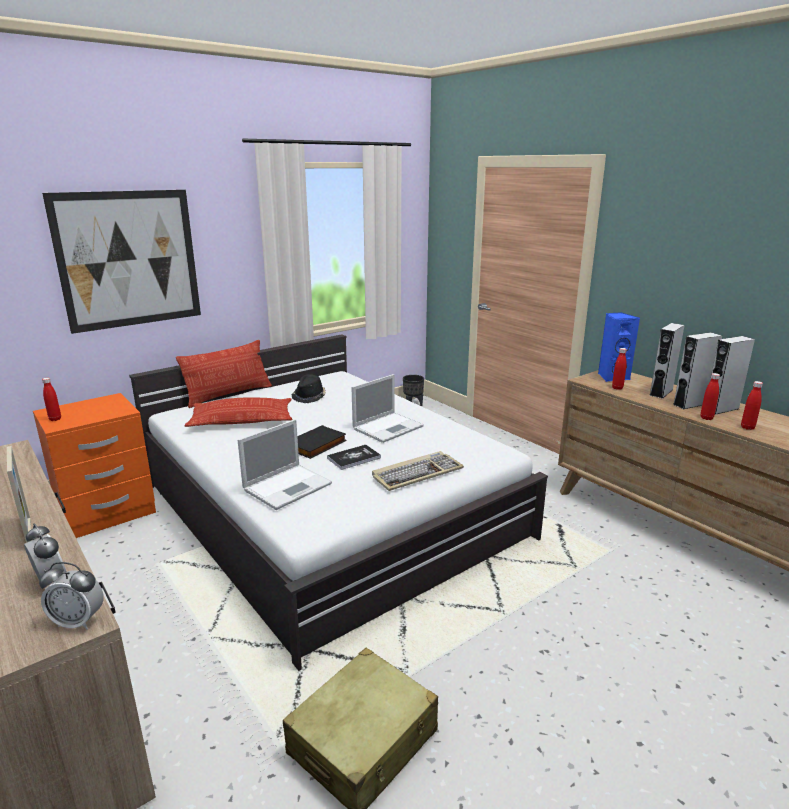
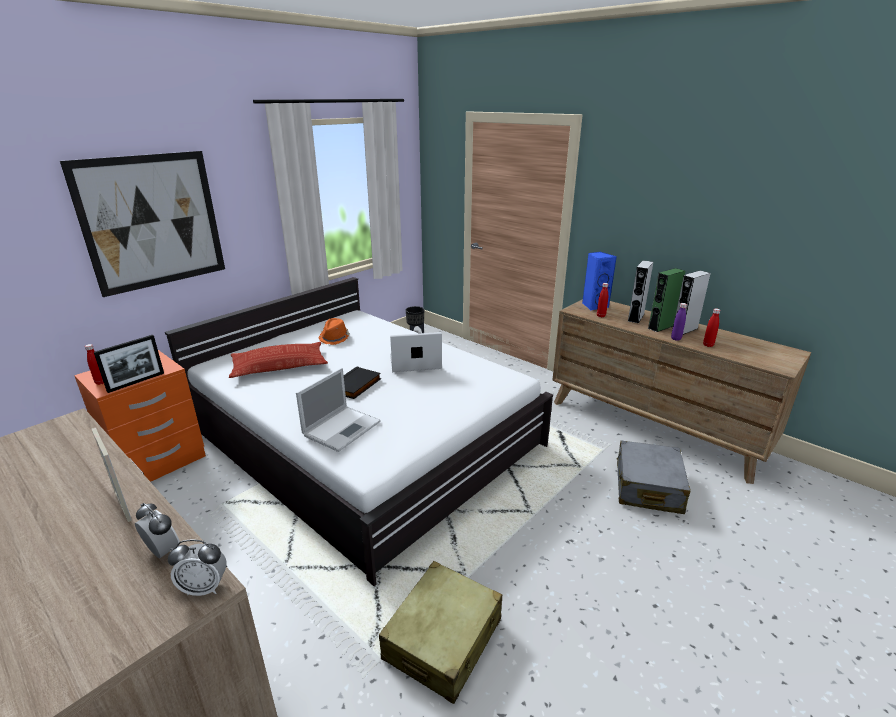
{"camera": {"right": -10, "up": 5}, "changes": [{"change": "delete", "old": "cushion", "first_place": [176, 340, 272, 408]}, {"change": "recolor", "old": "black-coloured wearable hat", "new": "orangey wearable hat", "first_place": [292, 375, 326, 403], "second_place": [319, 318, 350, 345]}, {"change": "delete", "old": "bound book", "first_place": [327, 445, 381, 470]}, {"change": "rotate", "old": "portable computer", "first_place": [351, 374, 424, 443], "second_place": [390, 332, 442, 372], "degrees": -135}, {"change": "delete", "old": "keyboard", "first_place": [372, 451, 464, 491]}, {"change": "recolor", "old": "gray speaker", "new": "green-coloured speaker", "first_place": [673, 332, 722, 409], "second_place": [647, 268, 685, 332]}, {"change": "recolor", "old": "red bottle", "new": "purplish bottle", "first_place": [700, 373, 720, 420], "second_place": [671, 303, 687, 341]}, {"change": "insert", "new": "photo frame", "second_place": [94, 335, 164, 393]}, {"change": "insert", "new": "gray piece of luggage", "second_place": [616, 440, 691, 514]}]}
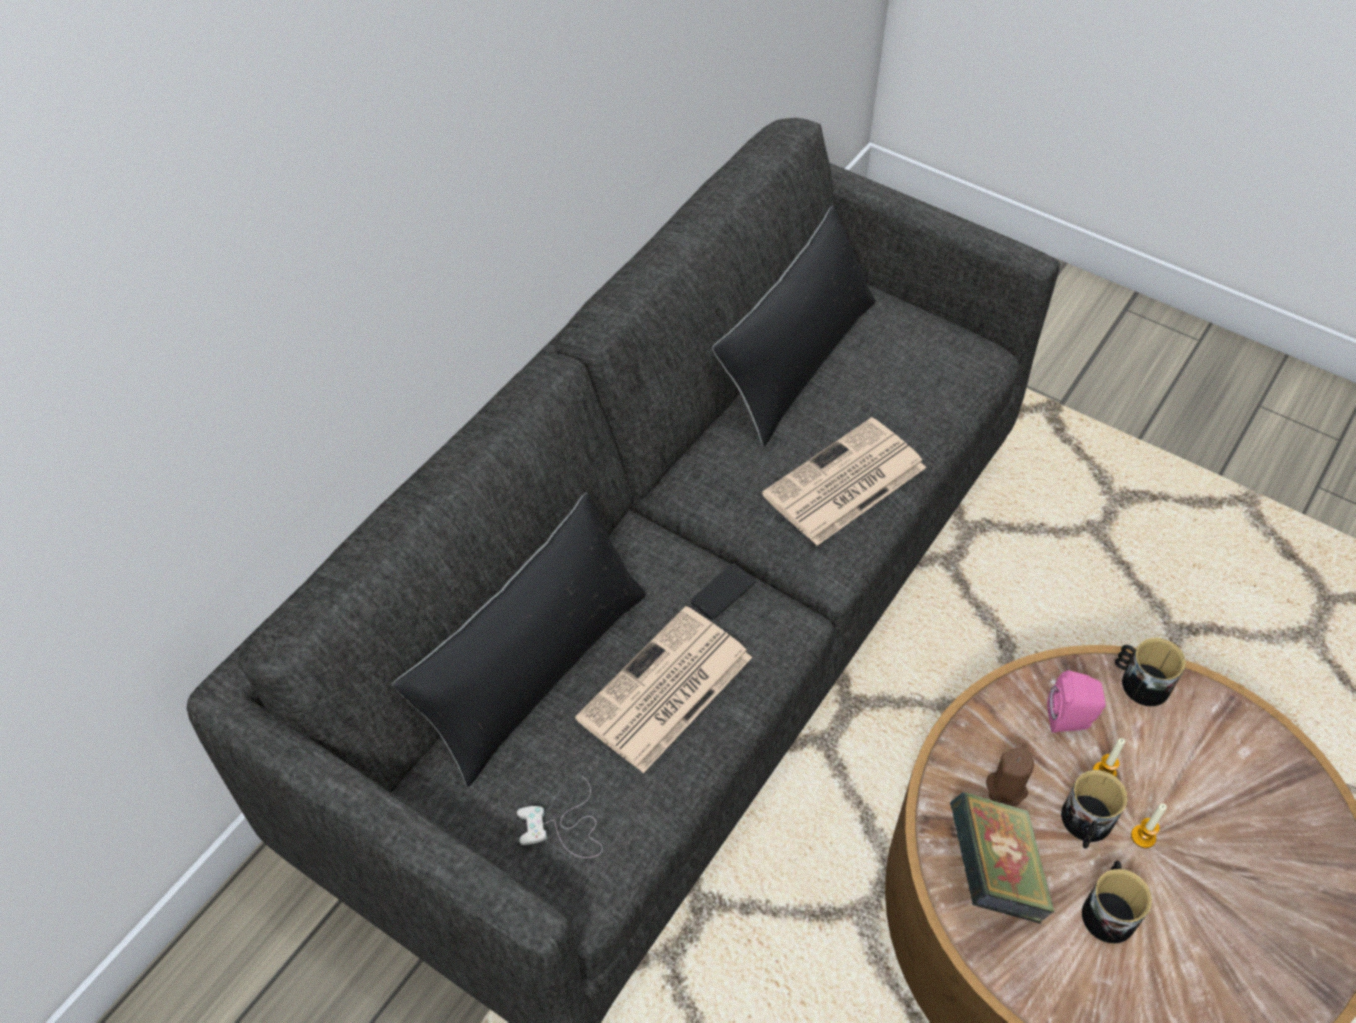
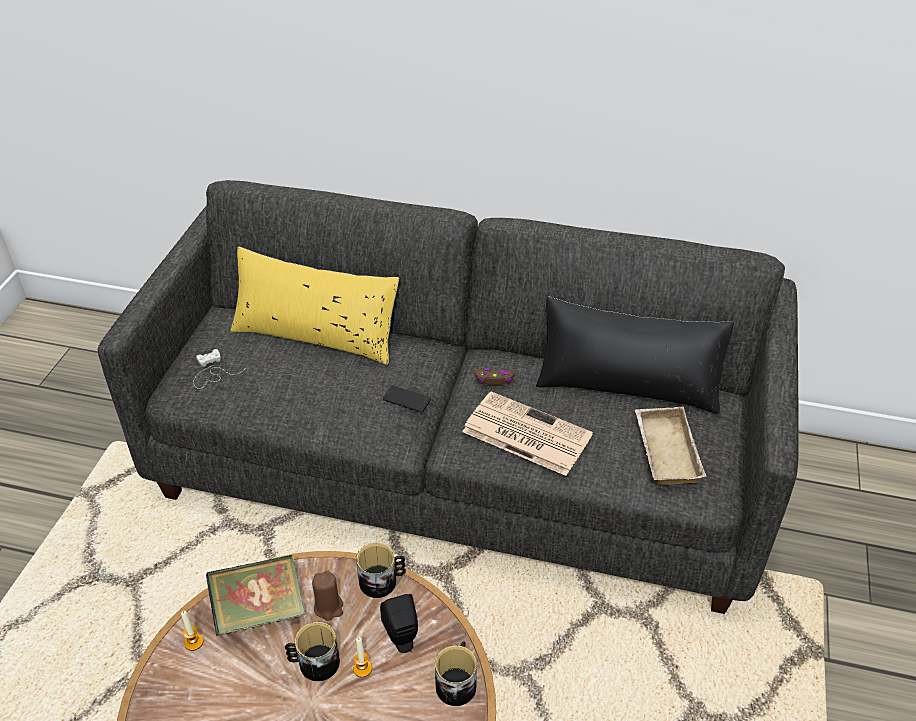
{"camera": {"right": 70, "up": -10}, "changes": [{"change": "recolor", "old": "black-coloured cushion", "new": "yellowish cushion", "first_place": [393, 492, 646, 787], "second_place": [230, 247, 399, 365]}, {"change": "delete", "old": "newspaper", "first_place": [575, 606, 752, 773]}, {"change": "recolor", "old": "pink-coloured speaker", "new": "black-coloured speaker", "first_place": [1047, 671, 1106, 733], "second_place": [380, 594, 418, 653]}, {"change": "move", "old": "coffee mug", "first_place": [1082, 860, 1152, 944], "second_place": [356, 542, 406, 598]}, {"change": "move", "old": "wax light", "first_place": [1131, 803, 1167, 848], "second_place": [181, 611, 203, 651]}, {"change": "insert", "new": "brownish joypad", "second_place": [474, 368, 515, 385]}, {"change": "insert", "new": "beige tray", "second_place": [635, 407, 706, 485]}]}
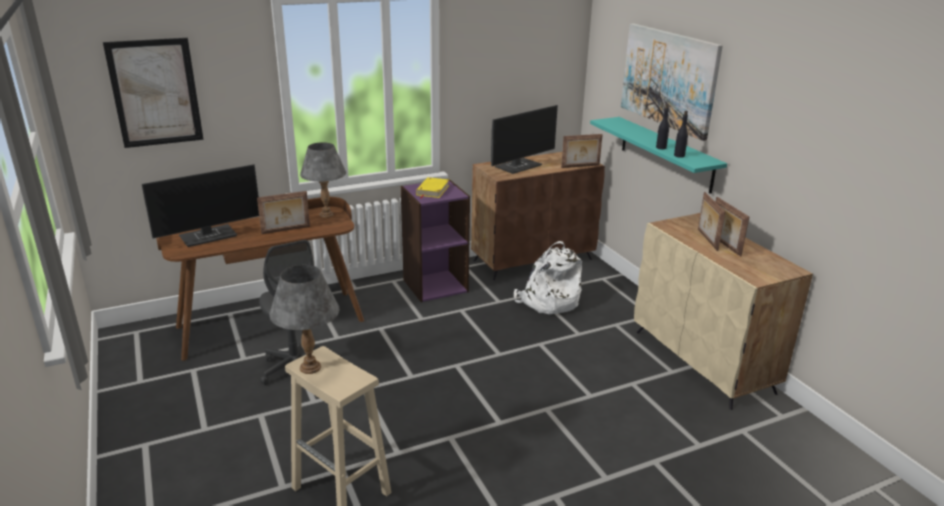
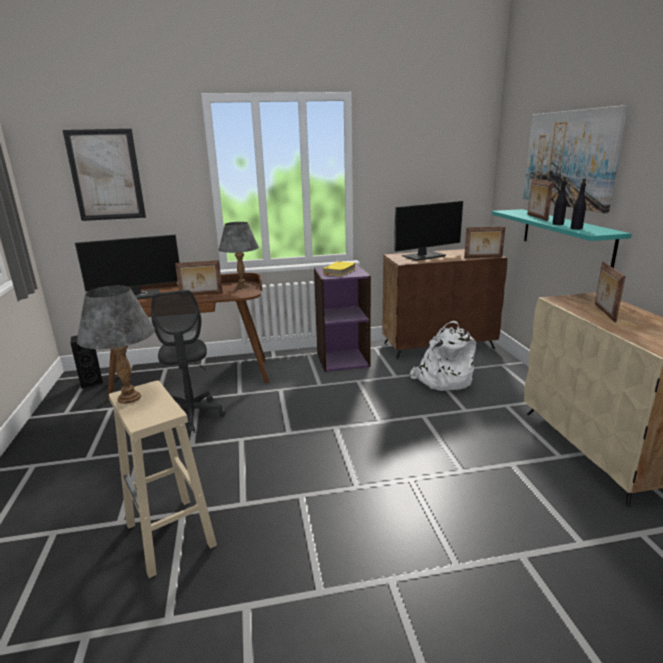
{"camera": {"right": 15, "up": -5}, "changes": [{"change": "move", "old": "photo frame", "first_place": [716, 197, 749, 256], "second_place": [527, 179, 553, 221]}, {"change": "insert", "new": "black-coloured speaker", "second_place": [70, 335, 103, 389]}]}
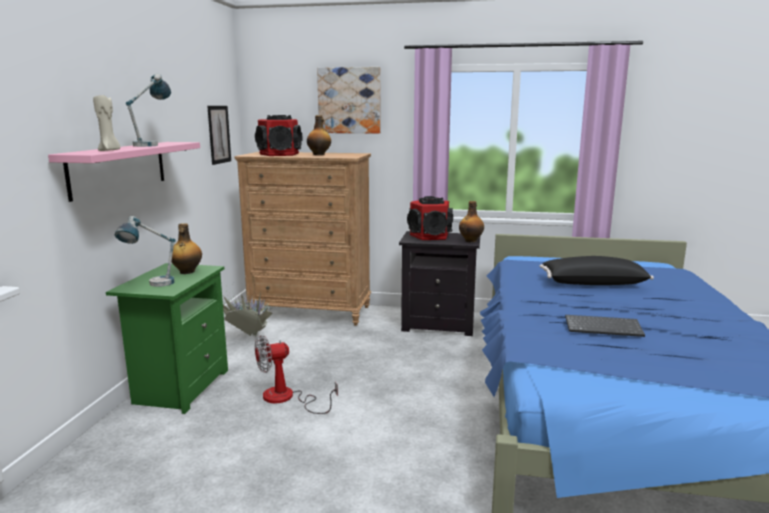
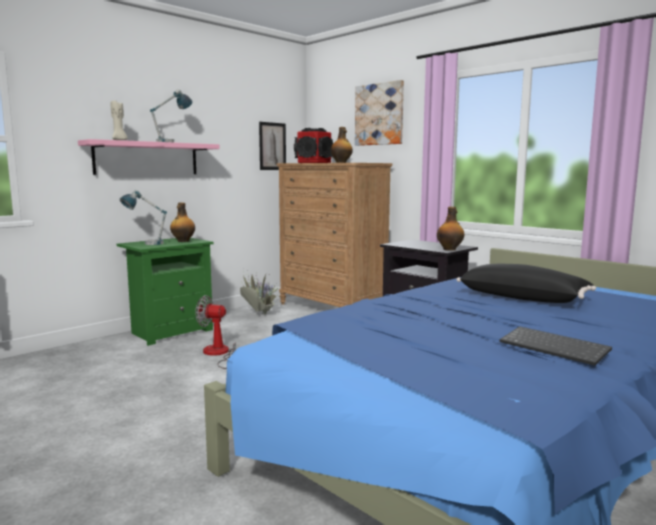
{"camera": {"right": 35, "up": -5}, "changes": [{"change": "delete", "old": "speaker", "first_place": [407, 196, 453, 240]}, {"change": "move", "old": "keyboard", "first_place": [565, 315, 645, 337], "second_place": [499, 326, 612, 366]}]}
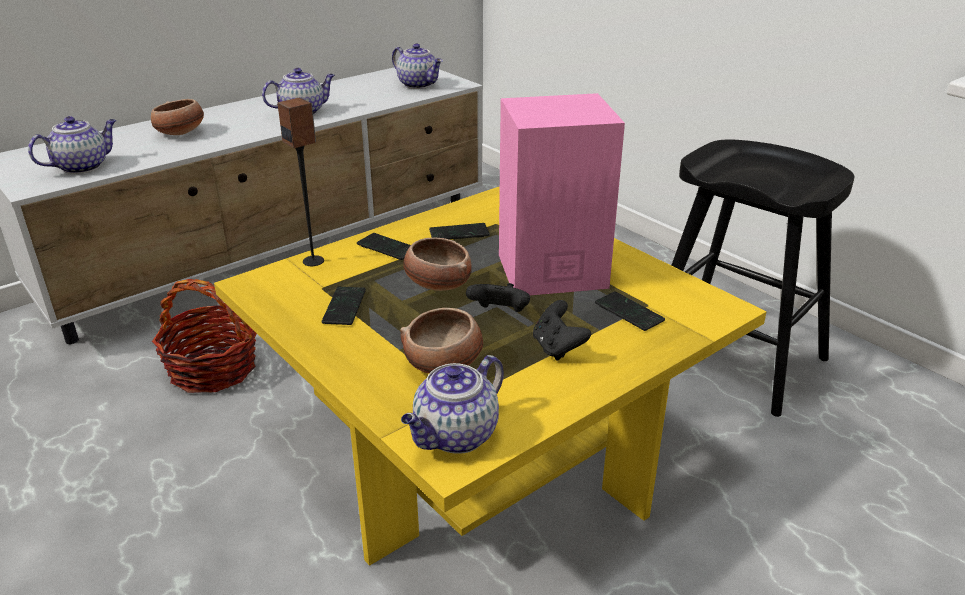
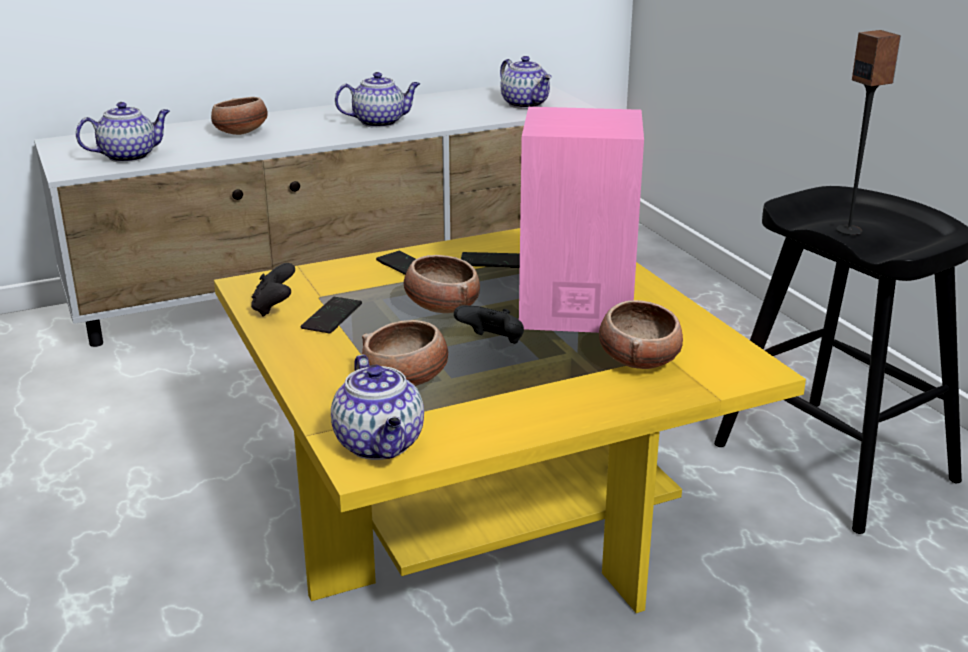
{"camera": {"right": 15, "up": -5}, "changes": [{"change": "delete", "old": "basket", "first_place": [152, 279, 257, 393]}, {"change": "move", "old": "speaker", "first_place": [277, 98, 324, 266], "second_place": [836, 30, 901, 235]}, {"change": "rotate", "old": "teapot", "first_place": [401, 355, 504, 454], "second_place": [331, 355, 424, 460], "degrees": -75}, {"change": "move", "old": "black-coloured joypad", "first_place": [533, 300, 591, 361], "second_place": [251, 263, 295, 317]}, {"change": "replace", "old": "phone", "new": "bowl", "first_place": [595, 291, 665, 331], "second_place": [599, 300, 683, 369]}]}
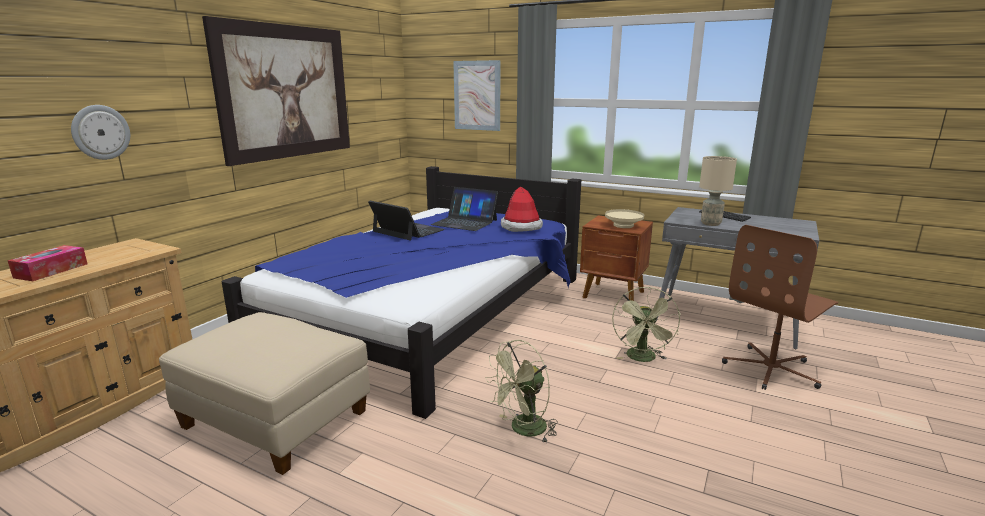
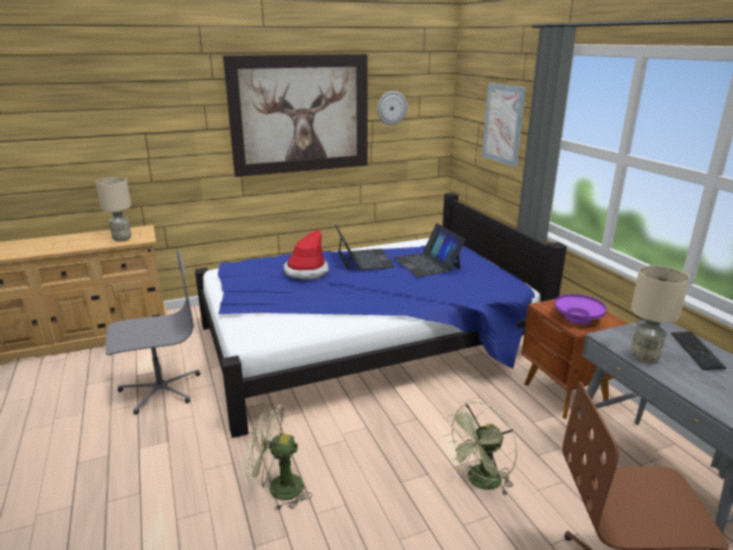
{"camera": {"right": 40, "up": 5}, "changes": [{"change": "delete", "old": "tissue box", "first_place": [8, 245, 87, 281]}, {"change": "move", "old": "wall clock", "first_place": [71, 105, 130, 160], "second_place": [377, 91, 407, 125]}, {"change": "replace", "old": "beige ottoman", "new": "gray office chair", "first_place": [159, 312, 370, 475], "second_place": [105, 249, 200, 415]}, {"change": "move", "old": "wearable hat", "first_place": [501, 186, 543, 232], "second_place": [284, 229, 329, 280]}, {"change": "recolor", "old": "beige bowl", "new": "purplish bowl", "first_place": [605, 209, 644, 228], "second_place": [554, 294, 607, 324]}, {"change": "insert", "new": "beige lamp for a table", "second_place": [95, 177, 131, 242]}]}
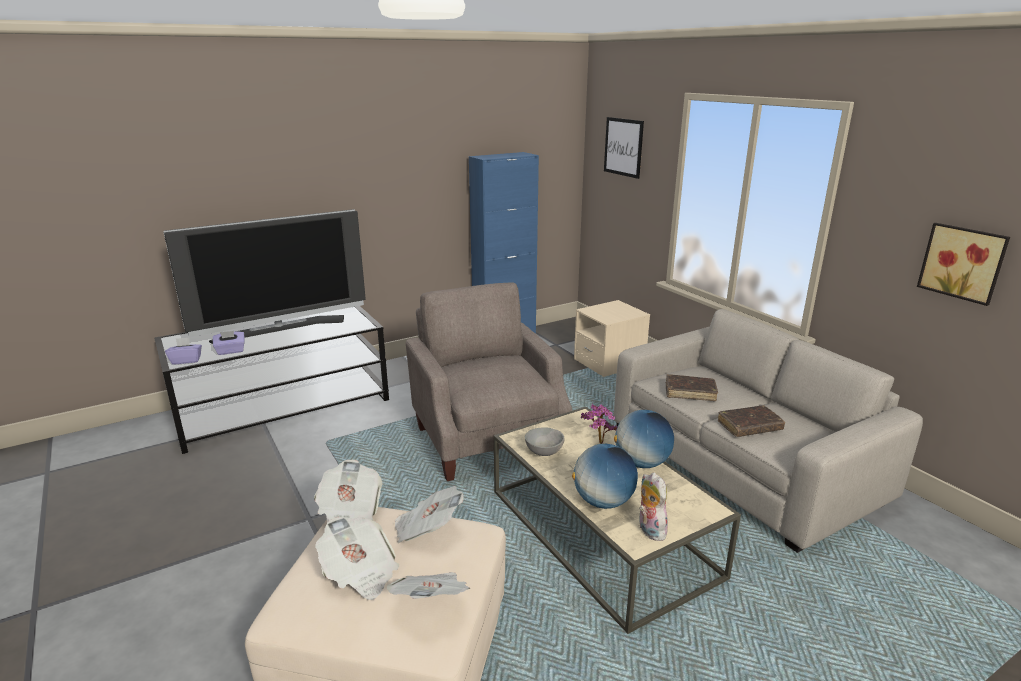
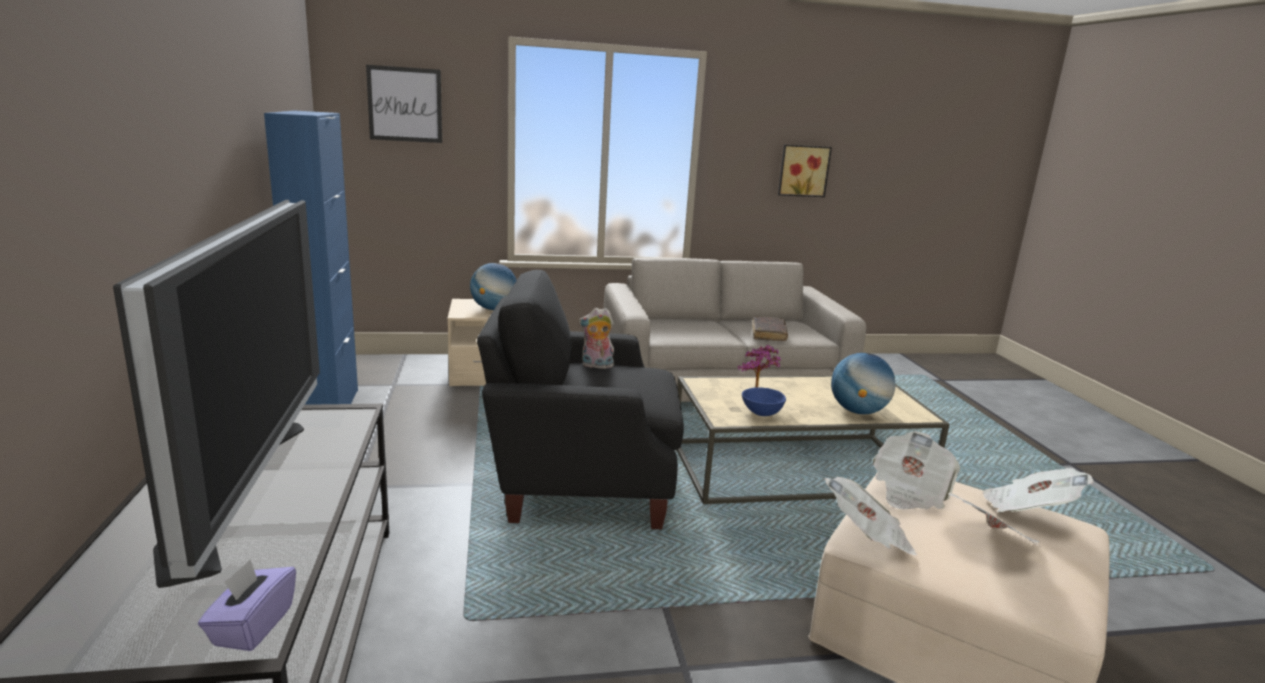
{"camera": {"right": -70, "up": -5}, "changes": [{"change": "delete", "old": "purplish tissue box", "first_place": [213, 331, 245, 355]}, {"change": "recolor", "old": "beige armchair", "new": "black-coloured armchair", "first_place": [406, 283, 572, 481], "second_place": [477, 270, 684, 529]}, {"change": "recolor", "old": "gray bowl", "new": "blue-coloured bowl", "first_place": [525, 427, 565, 456], "second_place": [742, 387, 786, 416]}, {"change": "move", "old": "globe", "first_place": [614, 410, 674, 468], "second_place": [470, 263, 516, 310]}, {"change": "move", "old": "cuddly toy", "first_place": [639, 472, 668, 541], "second_place": [578, 308, 614, 369]}, {"change": "delete", "old": "brownish bound book", "first_place": [666, 374, 718, 401]}]}
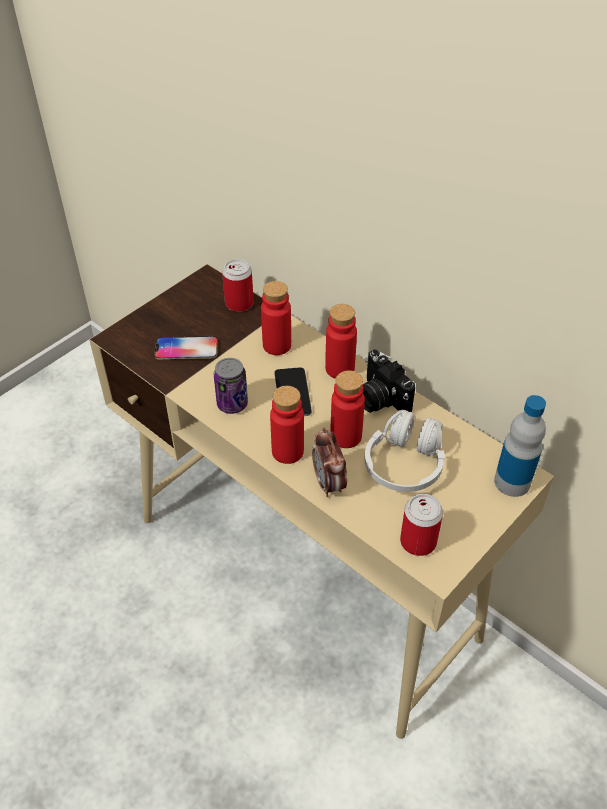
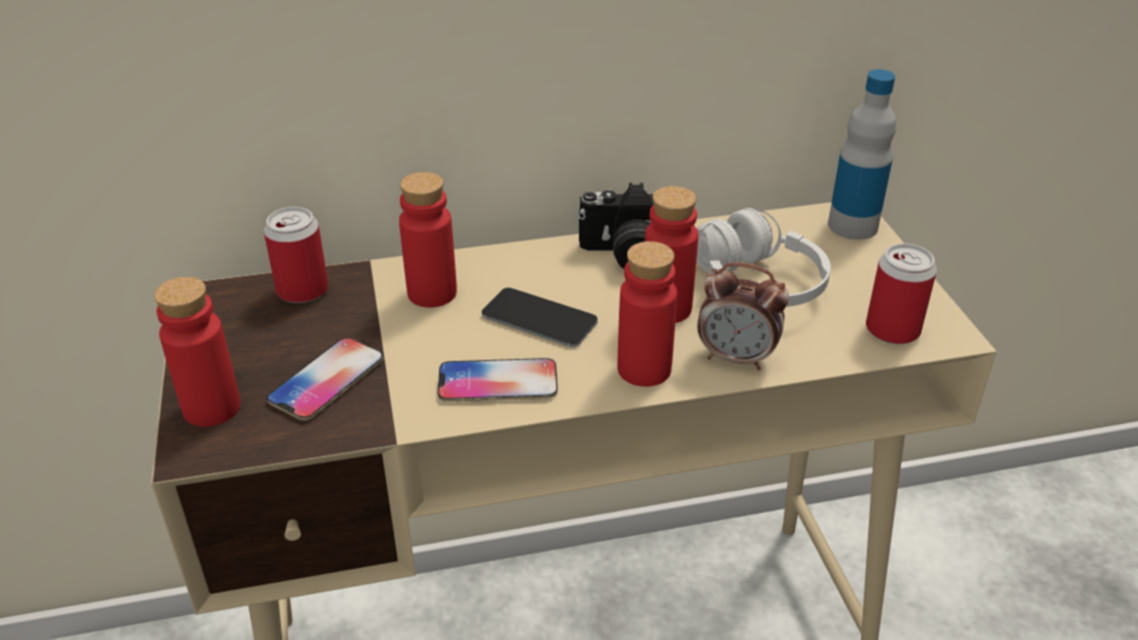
{"camera": {"right": -55, "up": -10}, "changes": [{"change": "replace", "old": "sealed can", "new": "phone", "first_place": [214, 358, 248, 414], "second_place": [438, 358, 558, 402]}, {"change": "move", "old": "red bottle", "first_place": [325, 304, 357, 379], "second_place": [154, 277, 240, 427]}]}
